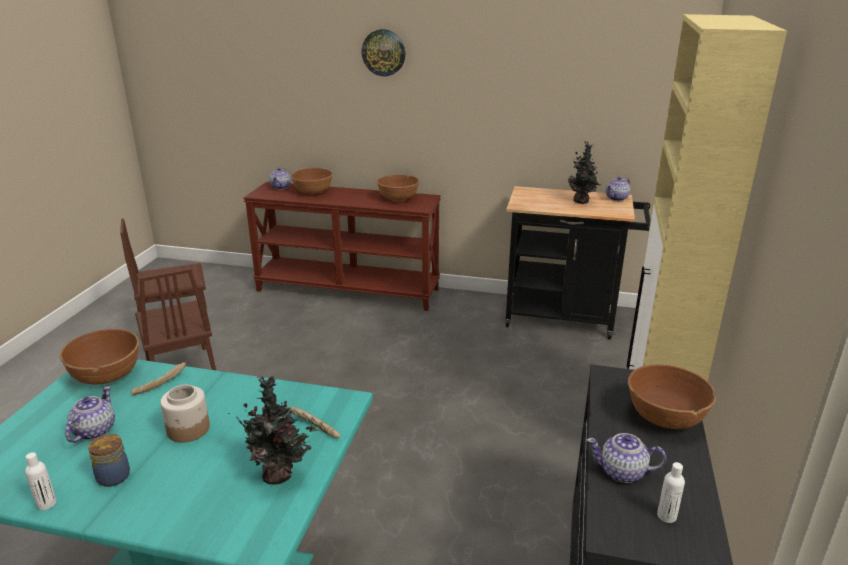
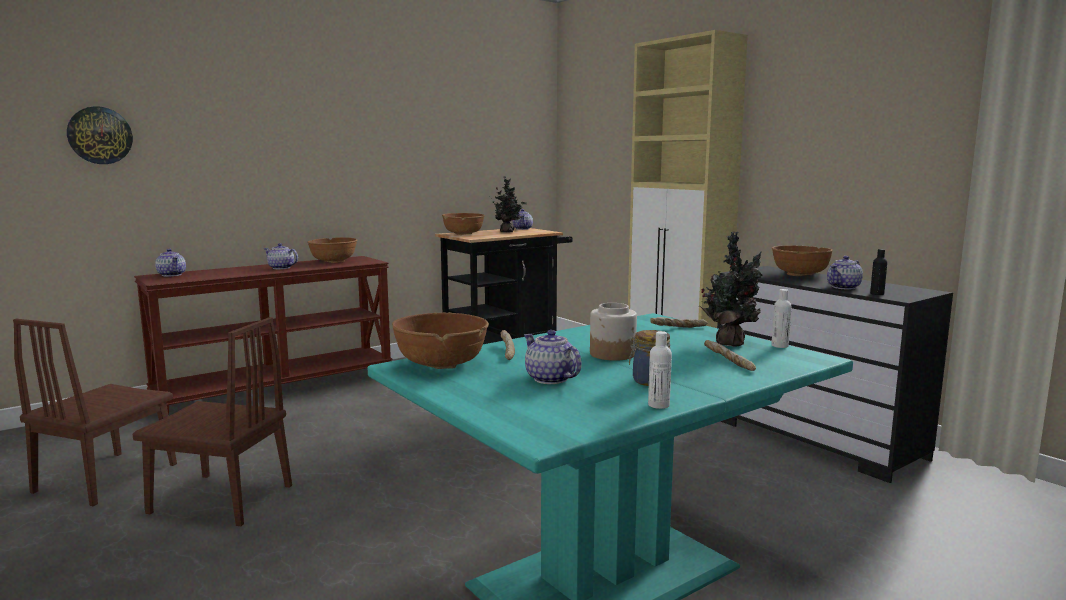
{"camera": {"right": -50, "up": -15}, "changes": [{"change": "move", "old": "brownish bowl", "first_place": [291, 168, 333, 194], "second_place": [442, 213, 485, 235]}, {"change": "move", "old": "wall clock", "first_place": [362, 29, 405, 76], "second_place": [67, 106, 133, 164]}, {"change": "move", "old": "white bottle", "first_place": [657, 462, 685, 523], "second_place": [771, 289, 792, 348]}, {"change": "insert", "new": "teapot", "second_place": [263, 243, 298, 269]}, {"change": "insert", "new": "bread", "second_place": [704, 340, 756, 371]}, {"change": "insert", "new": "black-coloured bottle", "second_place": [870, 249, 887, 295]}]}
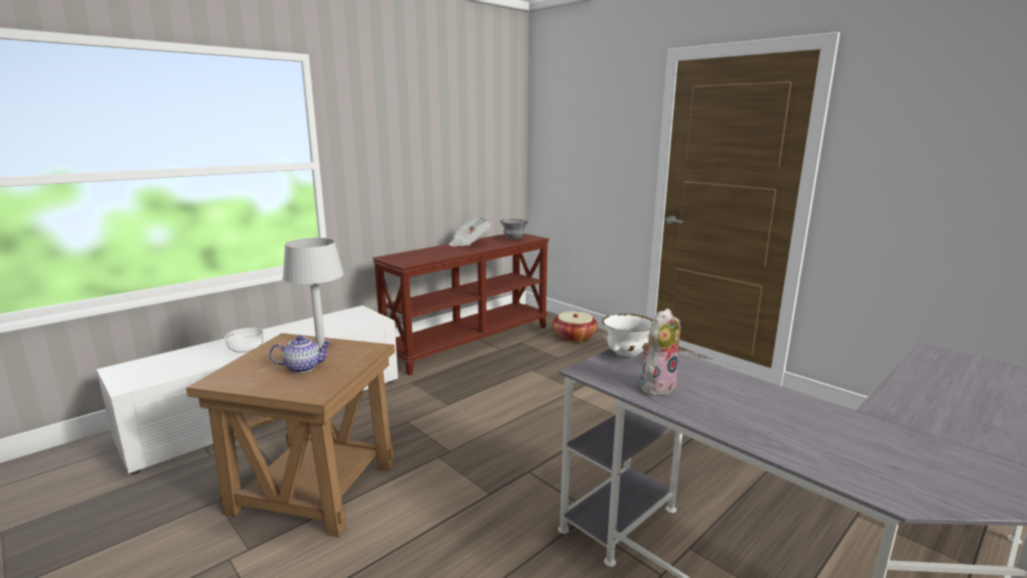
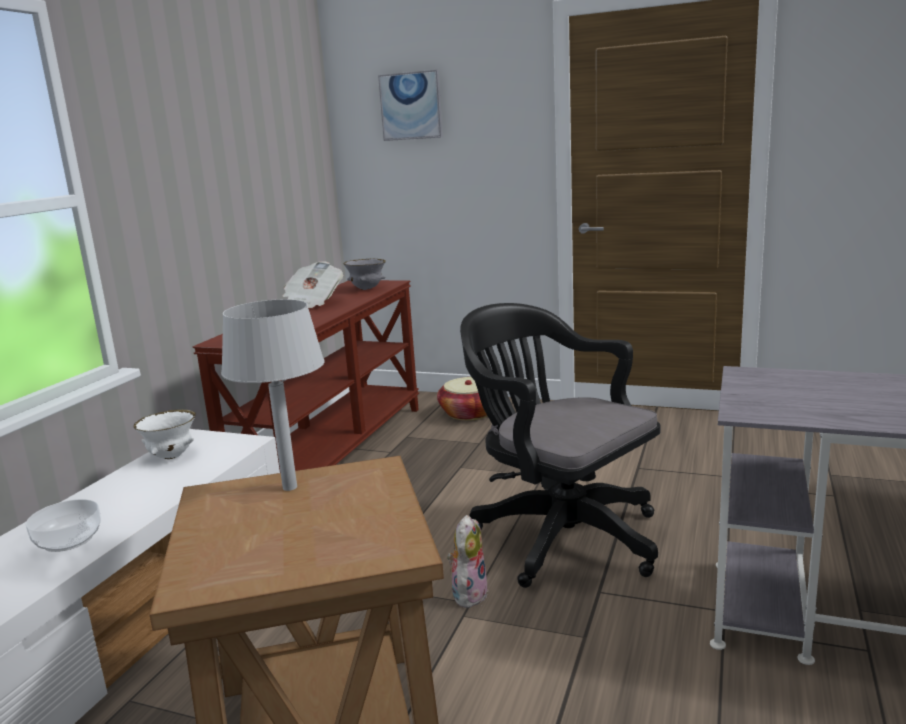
{"camera": {"right": -25, "up": 0}, "changes": [{"change": "delete", "old": "teapot", "first_place": [270, 335, 332, 373]}, {"change": "move", "old": "white bowl", "first_place": [602, 314, 653, 358], "second_place": [134, 410, 196, 459]}, {"change": "move", "old": "cuddly toy", "first_place": [641, 308, 681, 396], "second_place": [447, 515, 488, 608]}, {"change": "insert", "new": "wall art", "second_place": [378, 70, 443, 141]}, {"change": "insert", "new": "black-coloured office chair", "second_place": [460, 303, 661, 588]}]}
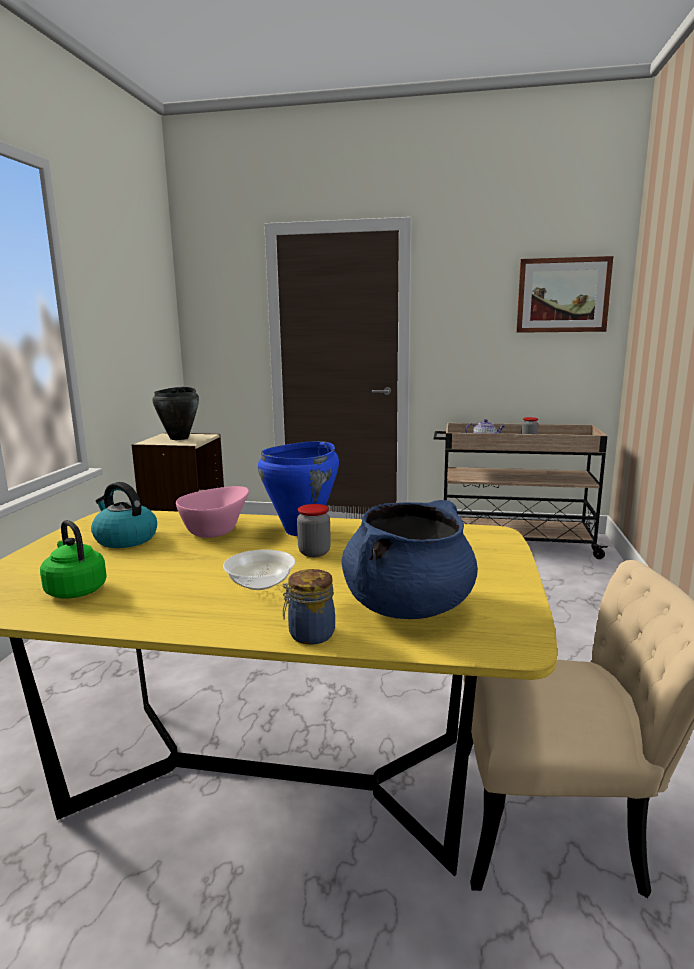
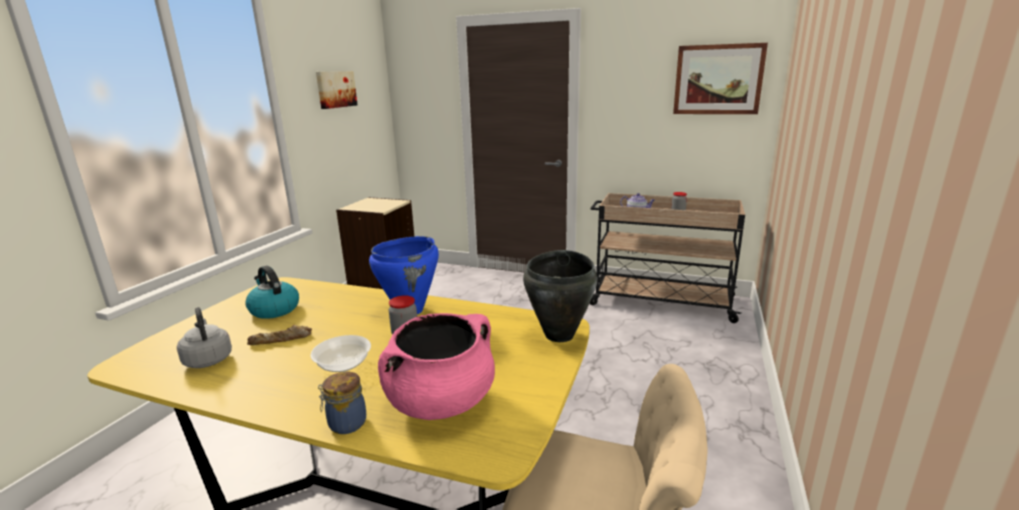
{"camera": {"right": 10, "up": 5}, "changes": [{"change": "recolor", "old": "green-coloured tea kettle", "new": "gray tea kettle", "first_place": [40, 520, 107, 599], "second_place": [177, 307, 232, 368]}, {"change": "move", "old": "black-coloured stockpot", "first_place": [153, 387, 199, 440], "second_place": [523, 250, 597, 342]}, {"change": "delete", "old": "pink-coloured bowl", "first_place": [176, 486, 249, 538]}, {"change": "recolor", "old": "blue-coloured stockpot", "new": "pink-coloured stockpot", "first_place": [342, 500, 478, 619], "second_place": [378, 313, 495, 420]}, {"change": "insert", "new": "bread", "second_place": [247, 325, 312, 345]}, {"change": "insert", "new": "wall art", "second_place": [316, 71, 357, 109]}]}
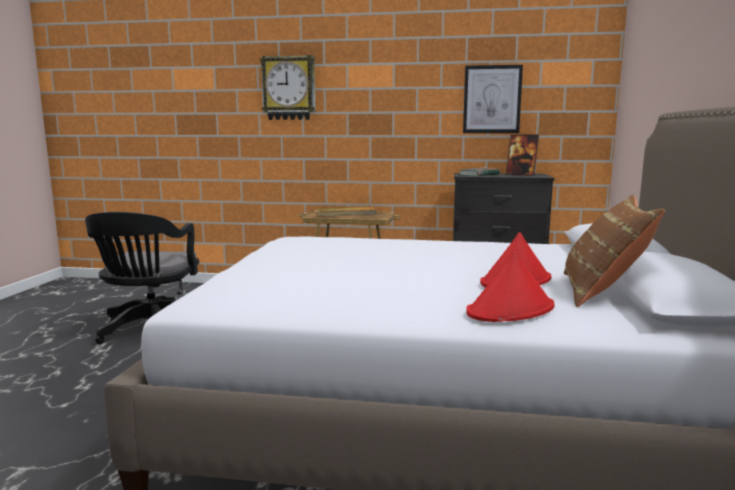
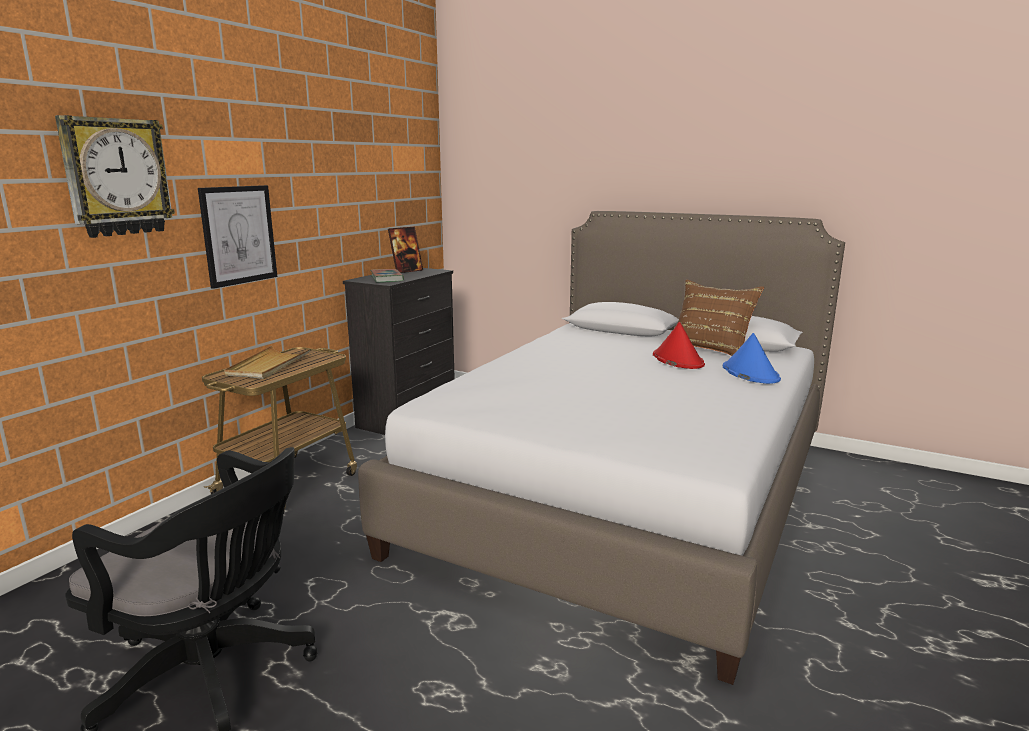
{"camera": {"right": -70, "up": 5}, "changes": [{"change": "move", "old": "wall art", "first_place": [463, 65, 523, 133], "second_place": [198, 185, 277, 289]}, {"change": "recolor", "old": "red wearable hat", "new": "blue-coloured wearable hat", "first_place": [466, 252, 554, 322], "second_place": [723, 333, 781, 384]}]}
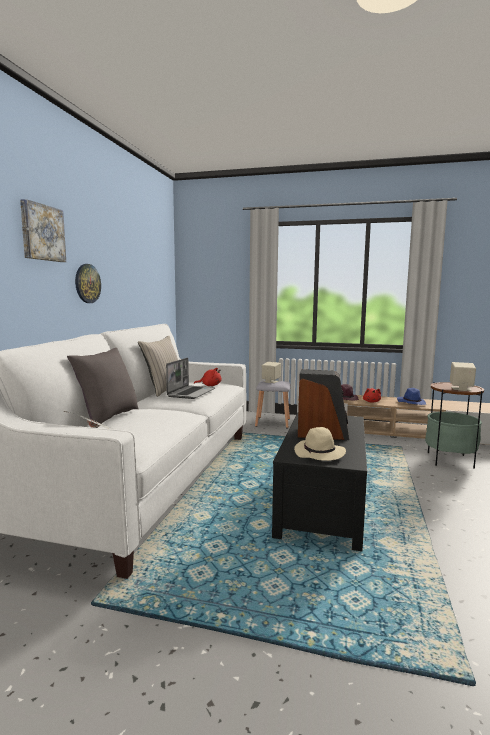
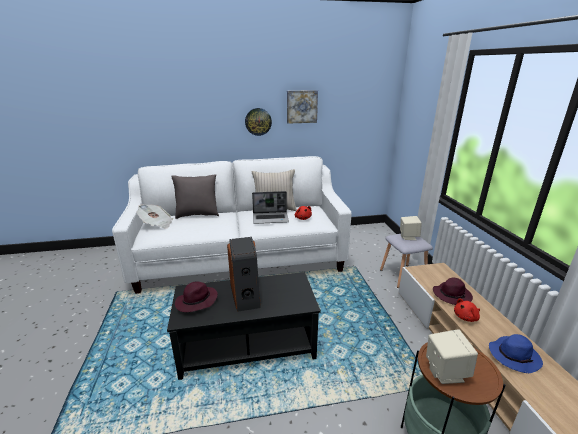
{"camera": {"right": 65, "up": 15}, "changes": [{"change": "move", "old": "wall art", "first_place": [20, 199, 66, 262], "second_place": [287, 90, 318, 124]}, {"change": "recolor", "old": "beige wearable hat", "new": "purplish wearable hat", "first_place": [294, 427, 346, 461], "second_place": [175, 282, 218, 312]}]}
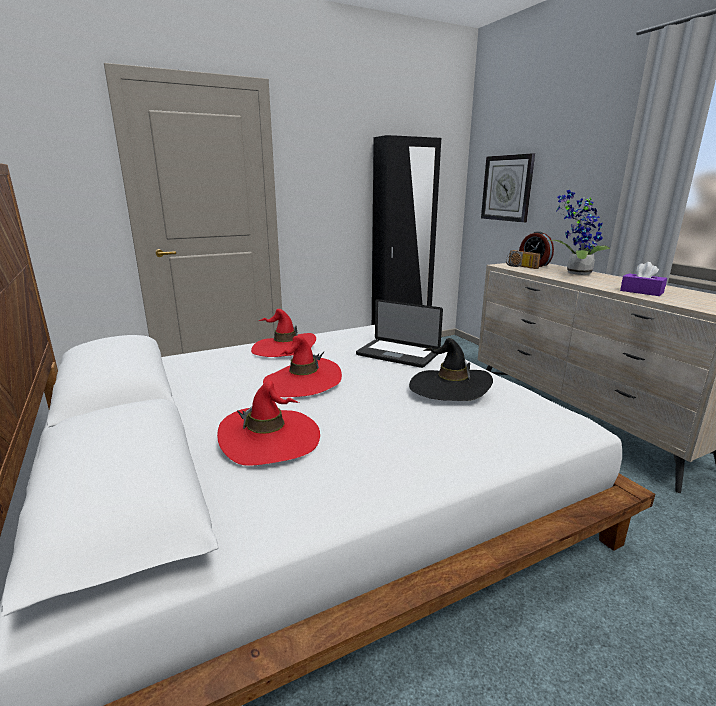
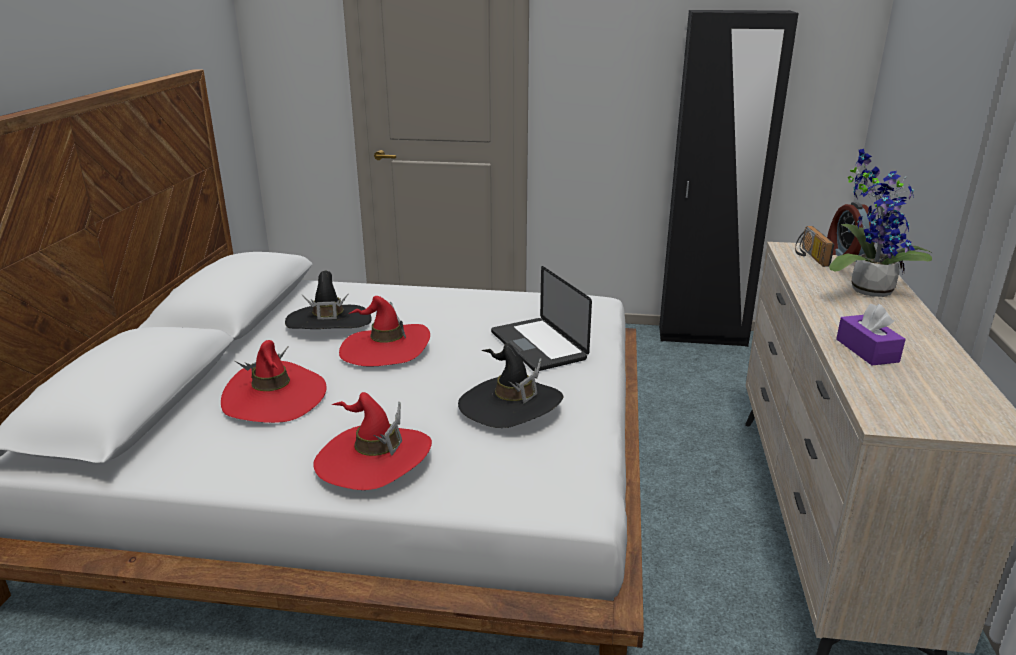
{"camera": {"right": 35, "up": 5}, "changes": [{"change": "move", "old": "red wearable hat", "first_place": [251, 309, 316, 357], "second_place": [313, 392, 432, 490]}, {"change": "delete", "old": "wall clock", "first_place": [481, 153, 535, 222]}, {"change": "insert", "new": "black-coloured wearable hat", "second_place": [285, 271, 372, 329]}]}
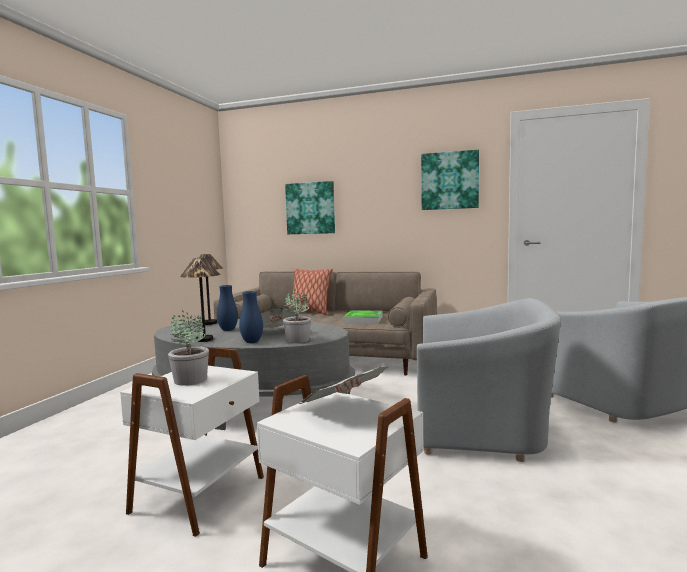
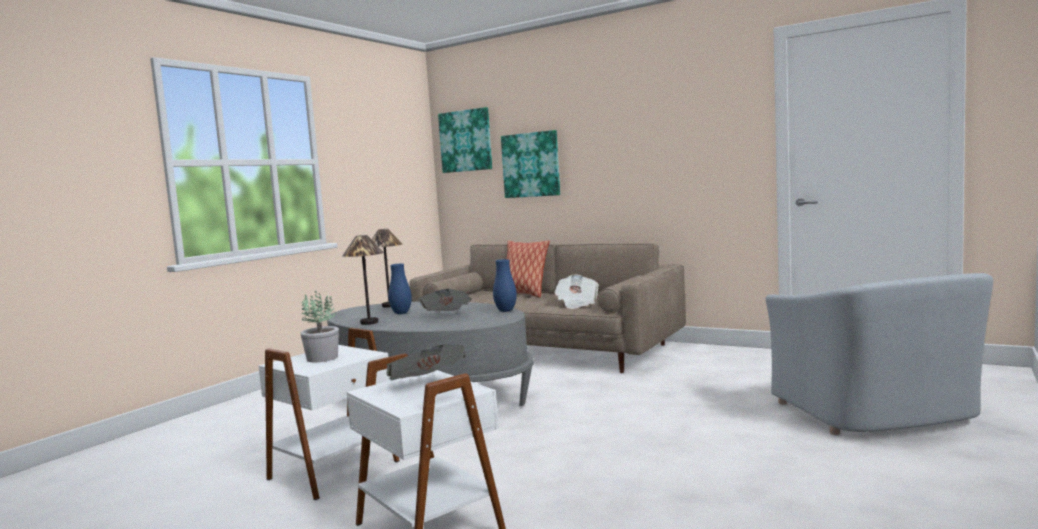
{"camera": {"right": 15, "up": 0}, "changes": [{"change": "move", "old": "blue-coloured vase", "first_place": [239, 291, 263, 343], "second_place": [493, 259, 517, 312]}, {"change": "delete", "old": "potted plant", "first_place": [283, 289, 311, 343]}, {"change": "replace", "old": "tray", "new": "newspaper", "first_place": [344, 310, 383, 324], "second_place": [554, 275, 599, 309]}, {"change": "delete", "old": "gray armchair", "first_place": [417, 298, 561, 462]}, {"change": "move", "old": "wall art", "first_place": [421, 150, 479, 210], "second_place": [438, 107, 492, 173]}]}
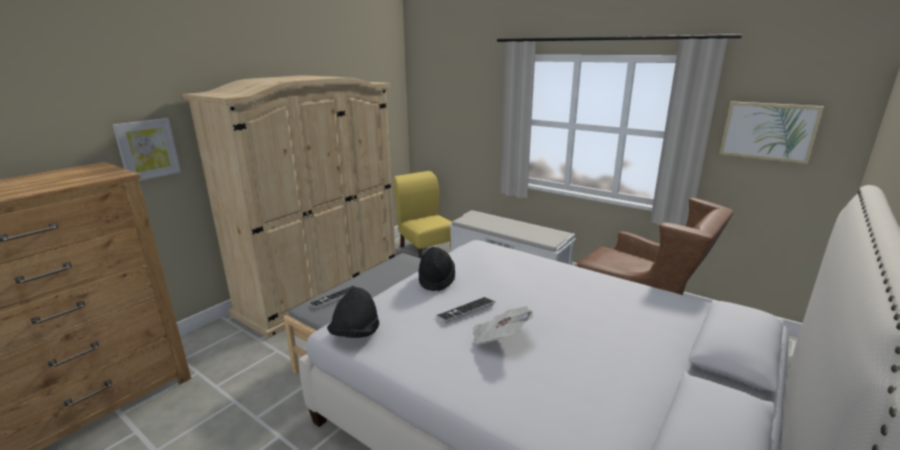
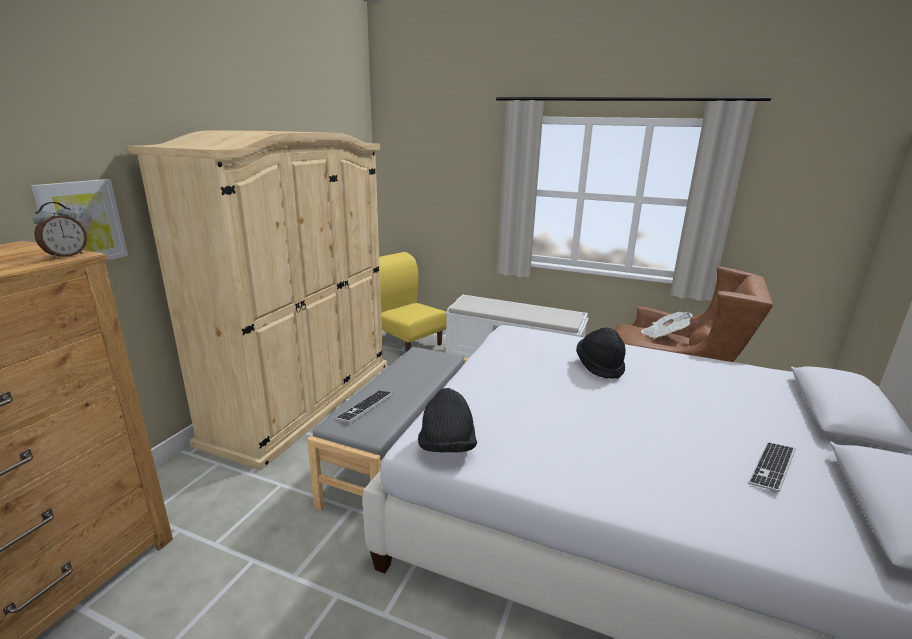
{"camera": {"right": -15, "up": 0}, "changes": [{"change": "move", "old": "black-coloured wearable hat", "first_place": [419, 247, 455, 291], "second_place": [576, 328, 626, 379]}, {"change": "move", "old": "keyboard", "first_place": [436, 297, 495, 323], "second_place": [748, 442, 795, 493]}, {"change": "move", "old": "newspaper", "first_place": [473, 306, 533, 345], "second_place": [641, 312, 693, 338]}, {"change": "delete", "old": "wall art", "first_place": [719, 101, 824, 164]}, {"change": "insert", "new": "bedside clock", "second_place": [33, 202, 87, 259]}]}
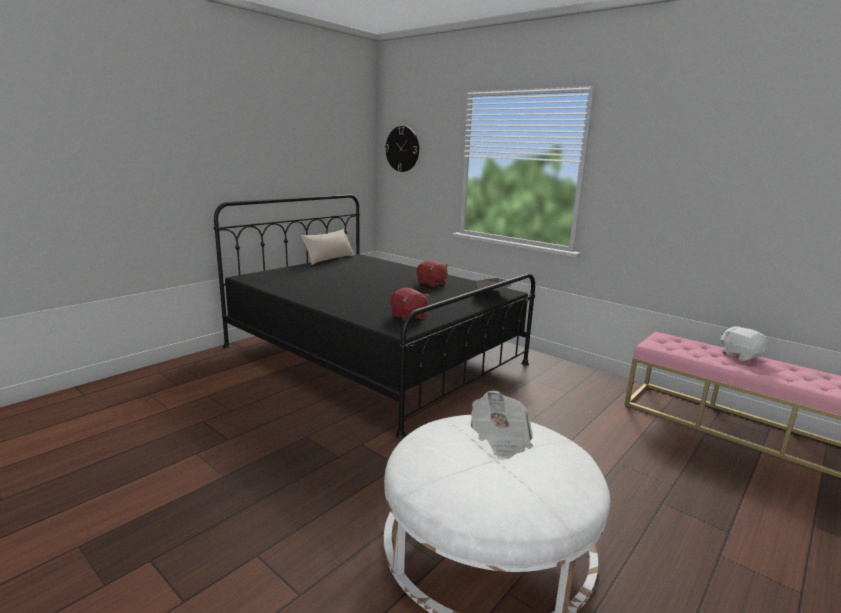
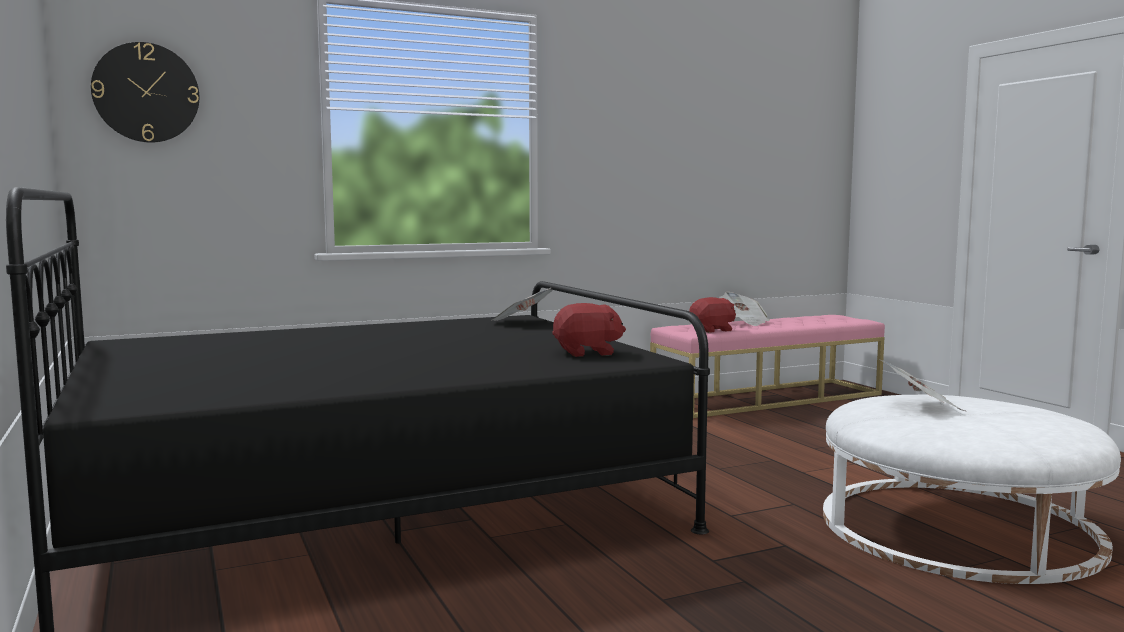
{"camera": {"right": -65, "up": -10}, "changes": [{"change": "delete", "old": "beige cushion", "first_place": [300, 229, 355, 265]}, {"change": "move", "old": "red cuddly toy", "first_place": [417, 260, 448, 287], "second_place": [689, 297, 736, 333]}, {"change": "replace", "old": "white cuddly toy", "new": "newspaper", "first_place": [721, 326, 768, 361], "second_place": [719, 292, 769, 326]}]}
